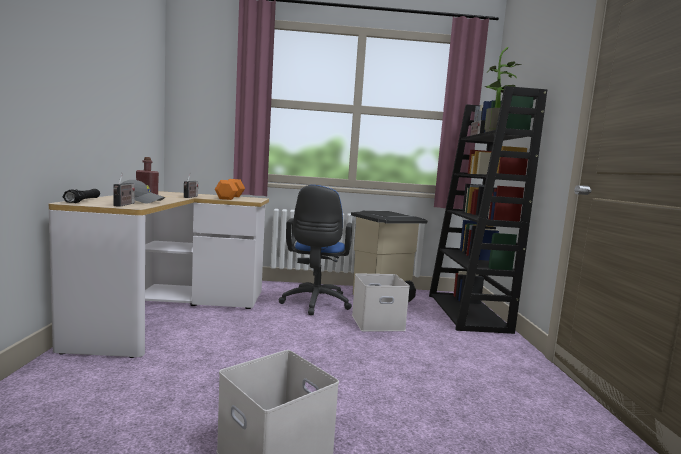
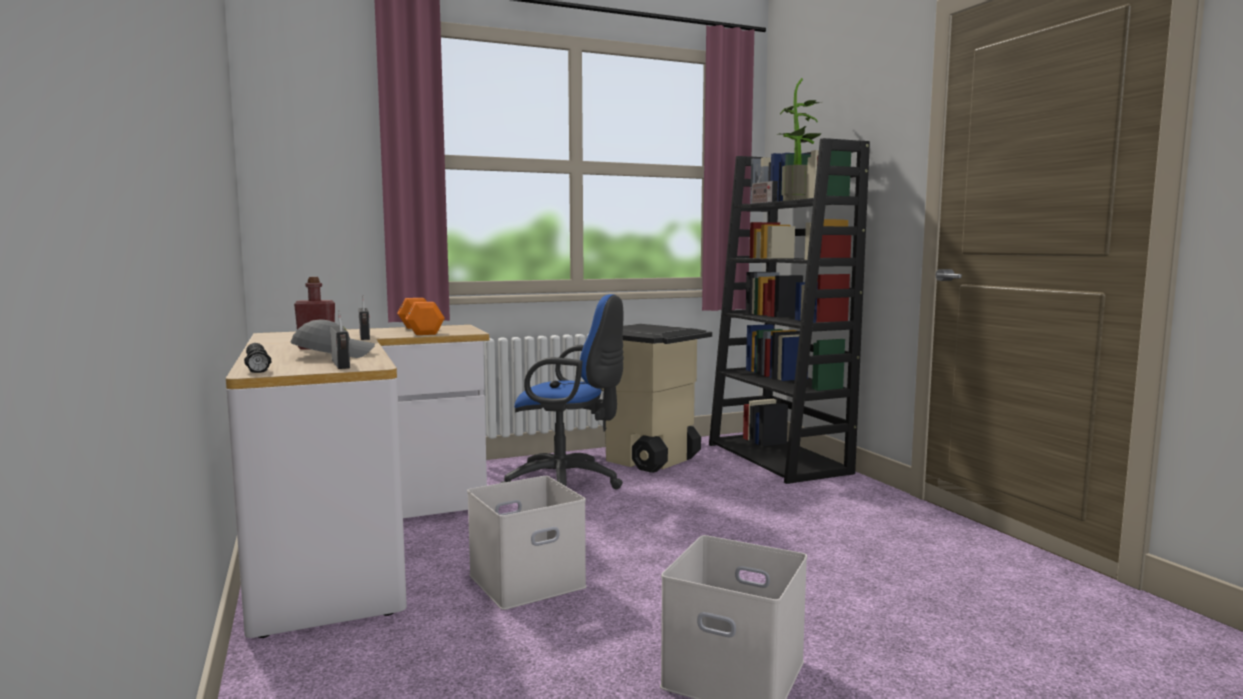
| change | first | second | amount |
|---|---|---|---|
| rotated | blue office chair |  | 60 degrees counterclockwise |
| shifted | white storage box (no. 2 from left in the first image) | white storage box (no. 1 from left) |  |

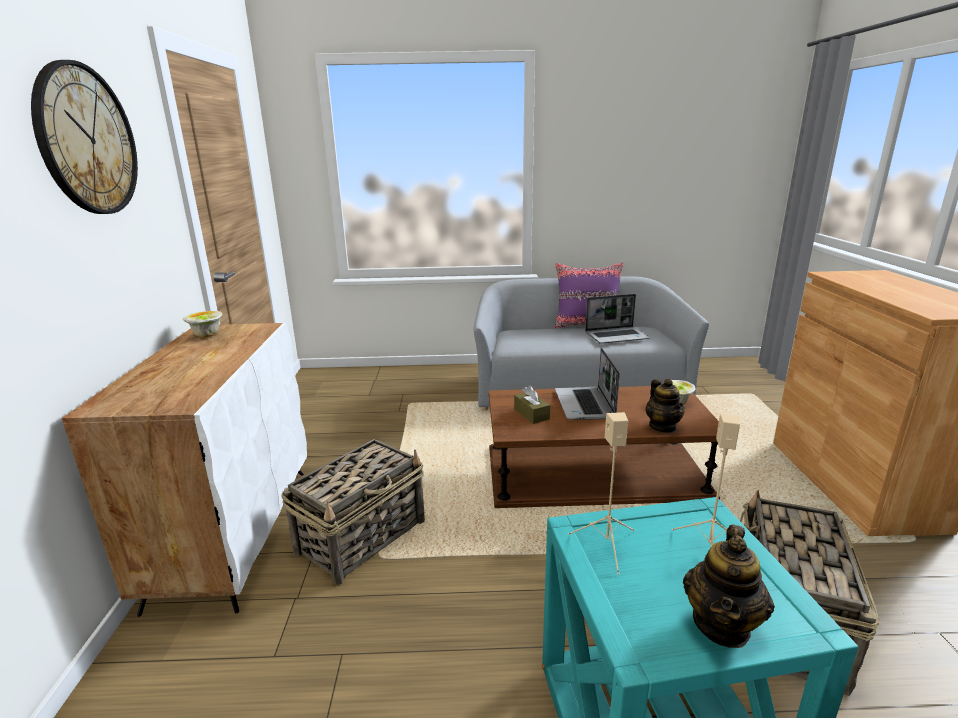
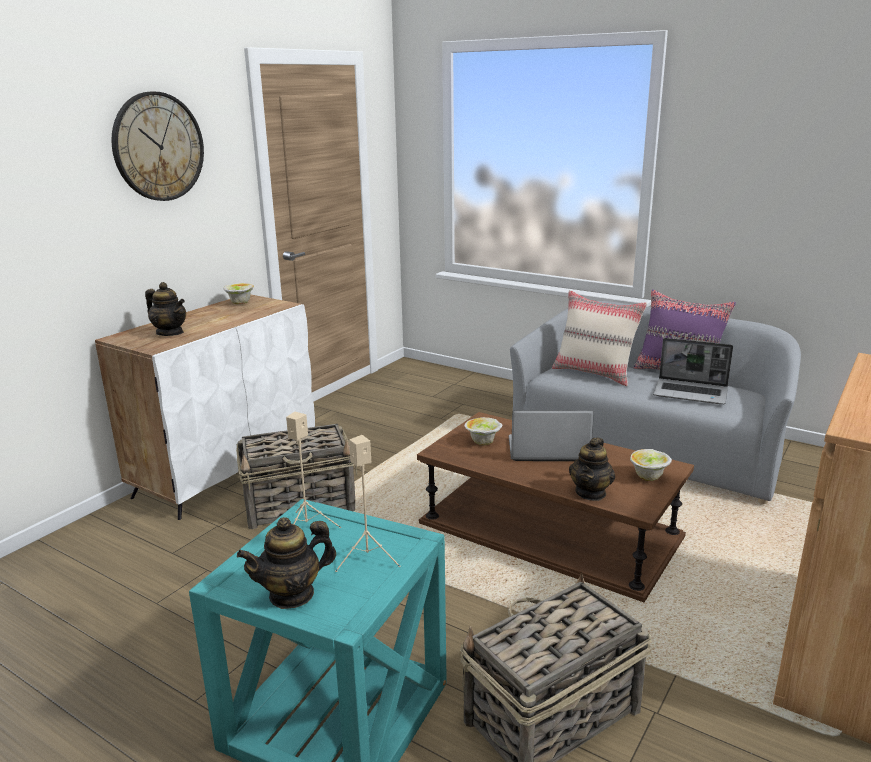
| change | first | second | amount |
|---|---|---|---|
| rotated | laptop (no. 1 from left) |  | 60 degrees clockwise |
| swapped | brown tissue box | bowl (no. 2 from left) |  |
| new |  | teapot (no. 1 from left) |  |
| new |  | beige pillow |  |

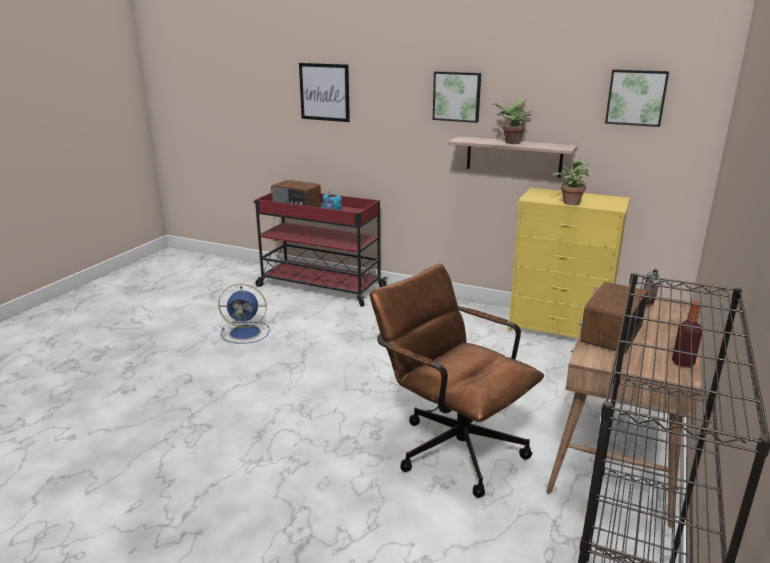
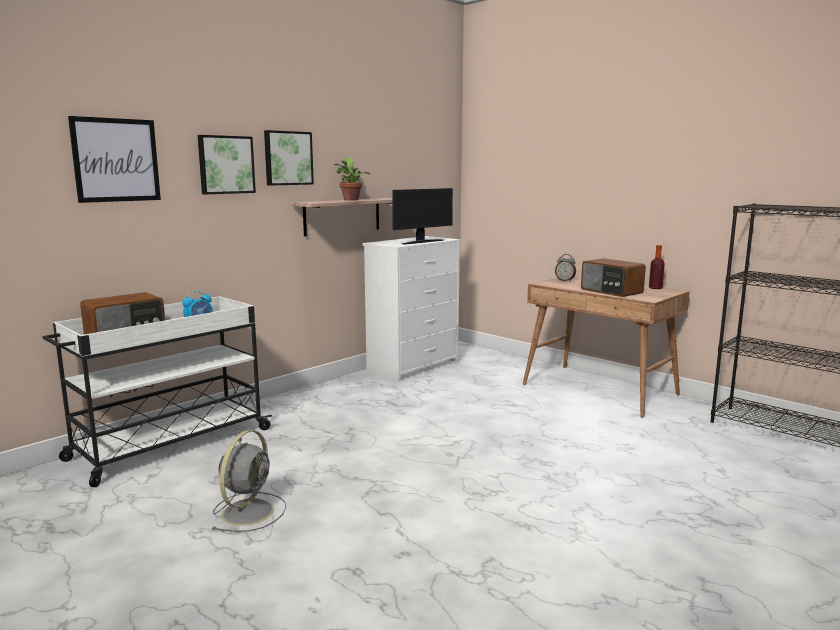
| change | first | second | amount |
|---|---|---|---|
| shifted | picture (no. 3 from left in the first image) | picture (no. 2 from left) |  |
| swapped | potted plant (no. 2 from left) | monitor |  |
| repainted | yellow dresser | white dresser |  |
| repainted | red cart | white cart |  |
| gone | brown office chair |  |  |
| repainted | blue fan | grey fan |  |

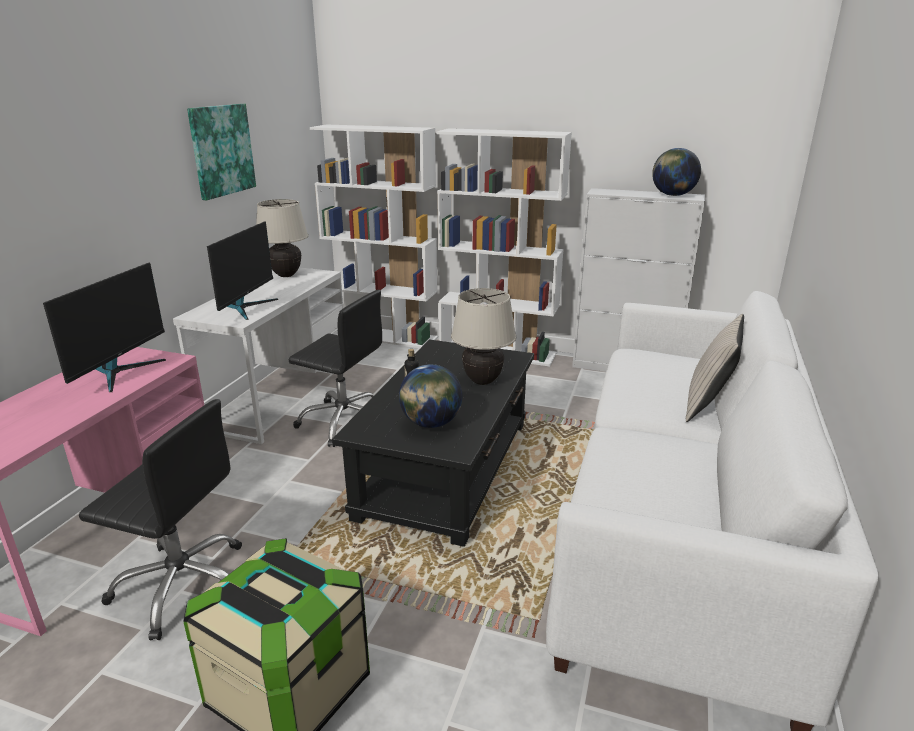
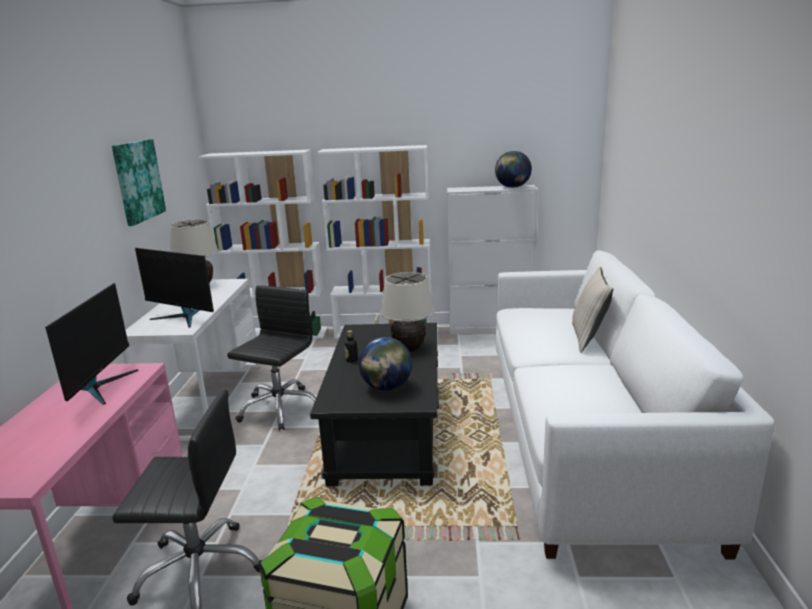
| change | first | second | amount |
|---|---|---|---|
| rotated | monitor (no. 2 from left) |  | 120 degrees clockwise |
| rotated | black office chair (no. 2 from left) |  | 75 degrees counterclockwise |

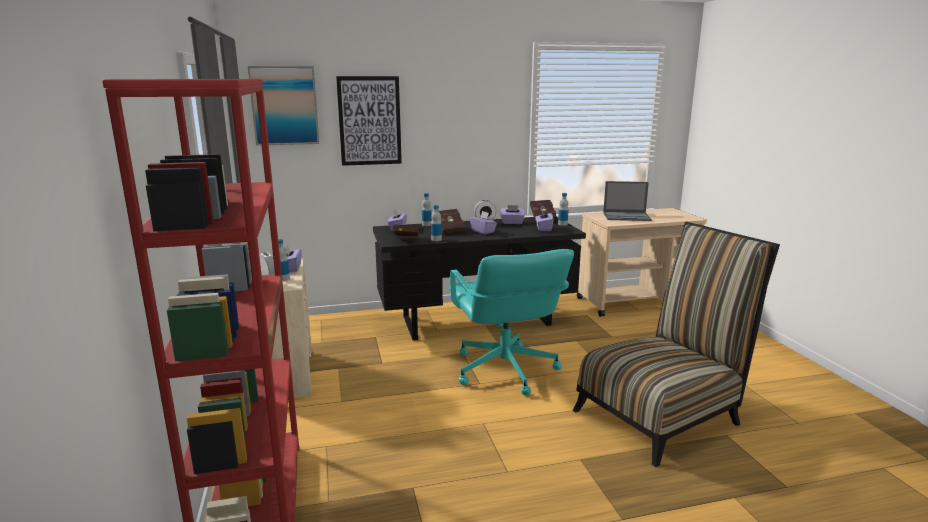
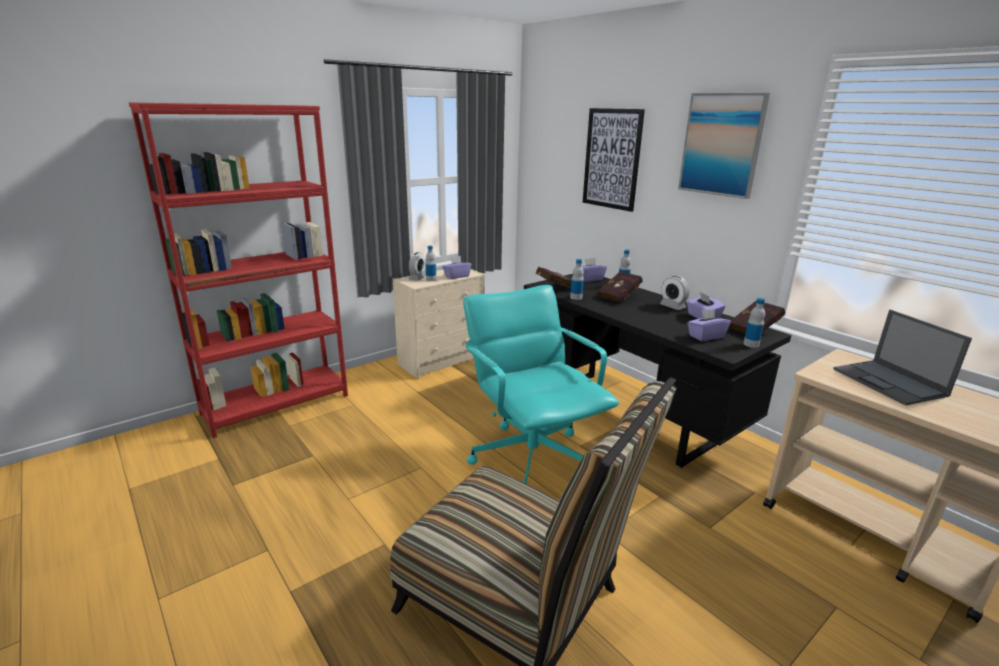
| change | first | second | amount |
|---|---|---|---|
| shifted | picture (no. 1 from left in the first image) | picture (no. 2 from left) |  |
| gone | purple tissue box (no. 3 from left) |  |  |
| rotated | turquoise office chair |  | 105 degrees clockwise |

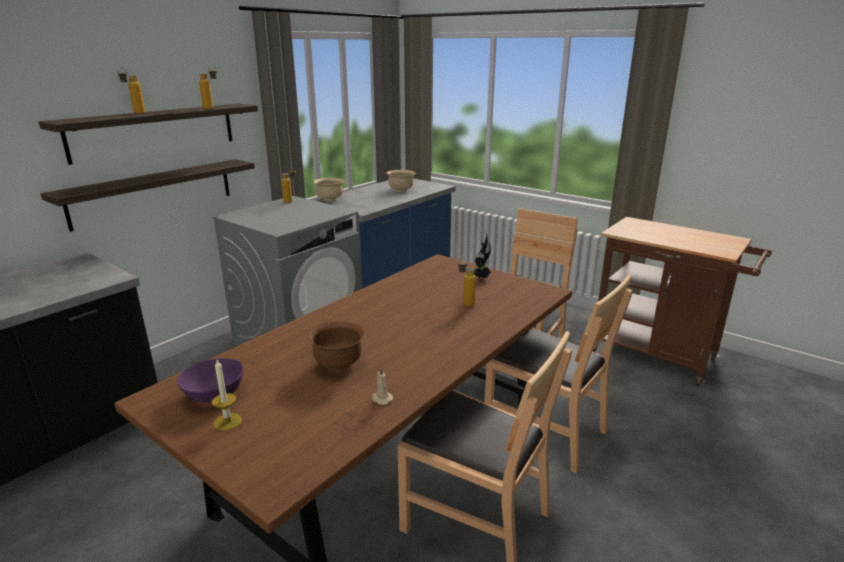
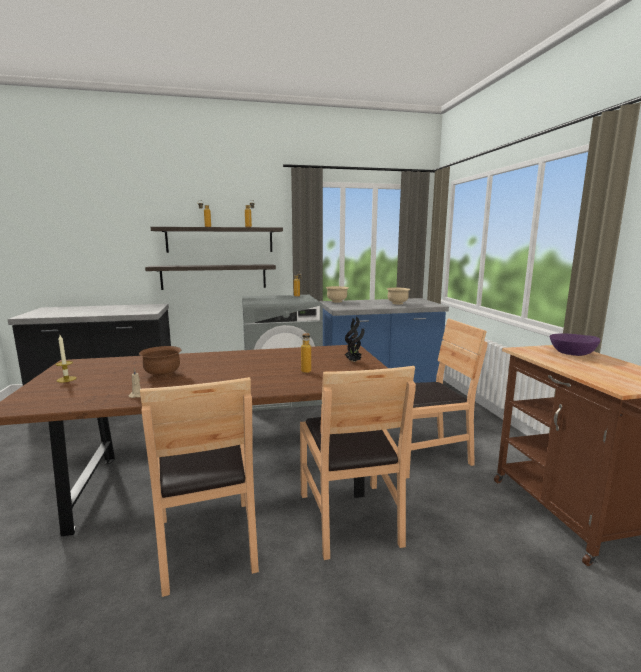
| change | first | second | amount |
|---|---|---|---|
| shifted | purple bowl |  |  |

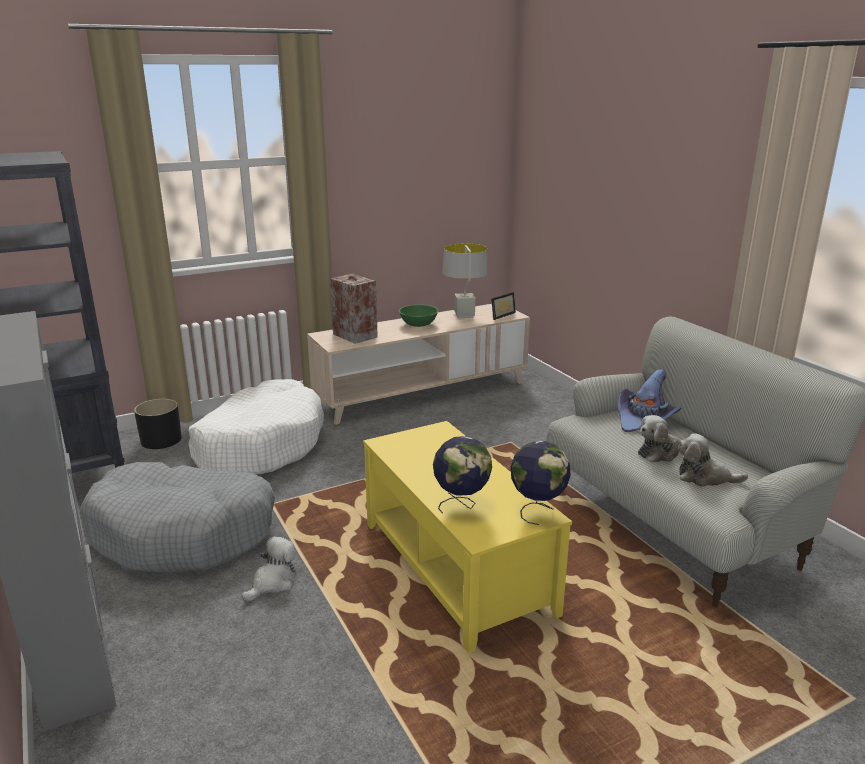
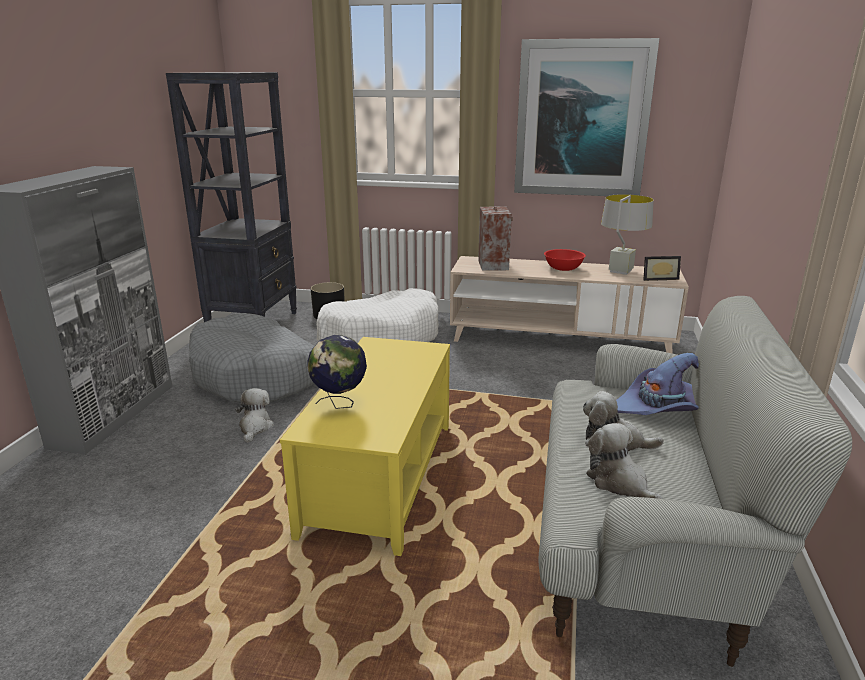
| change | first | second | amount |
|---|---|---|---|
| repainted | green bowl | red bowl |  |
| gone | globe (no. 2 from left) |  |  |
| rotated | plush toy (no. 1 from left) |  | 75 degrees counterclockwise |
| new |  | picture |  |

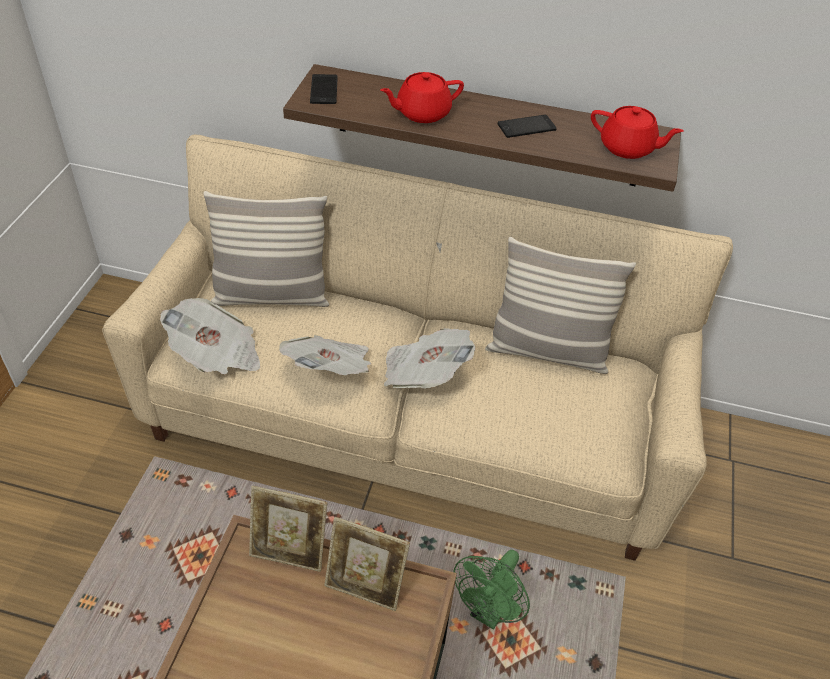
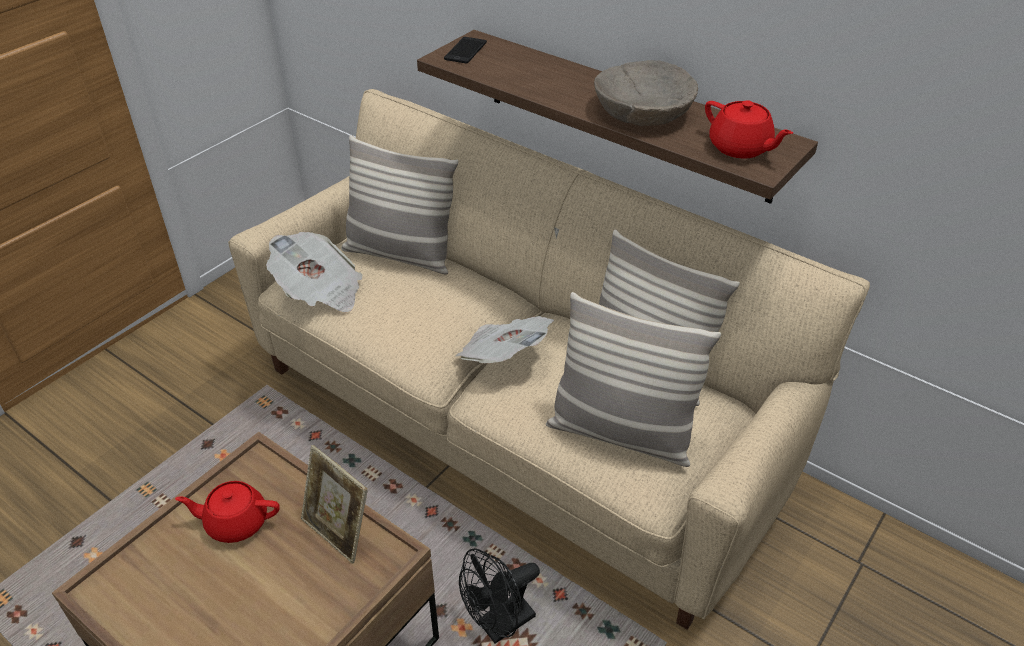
| change | first | second | amount |
|---|---|---|---|
| shifted | red teapot (no. 1 from left) |  |  |
| swapped | phone (no. 2 from left) | beige bowl |  |
| gone | newspaper (no. 2 from left) |  |  |
| gone | picture frame (no. 1 from left) |  |  |
| repainted | green fan | black fan |  |
| new |  | pillow (no. 2 from left) |  |

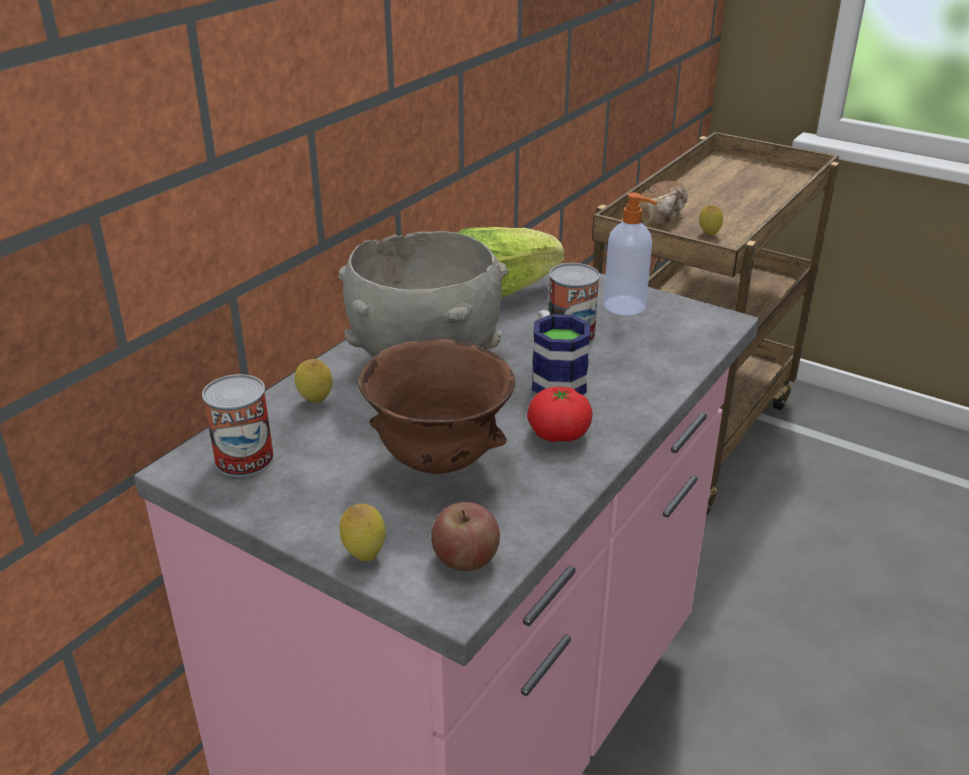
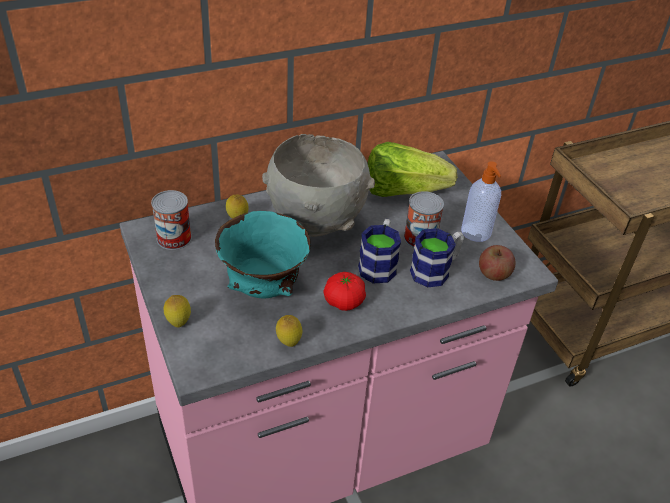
| change | first | second | amount |
|---|---|---|---|
| gone | bread |  |  |
| shifted | lemon (no. 3 from left) |  |  |
| repainted | brown bowl | turquoise bowl |  |
| shifted | apple |  |  |
| new |  | mug (no. 2 from left) |  |

